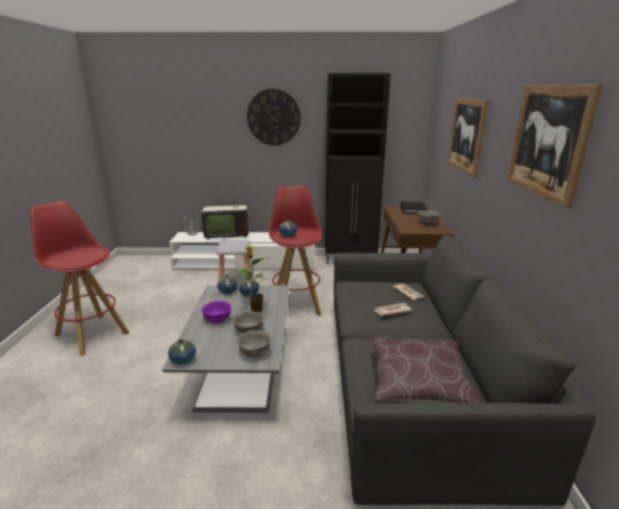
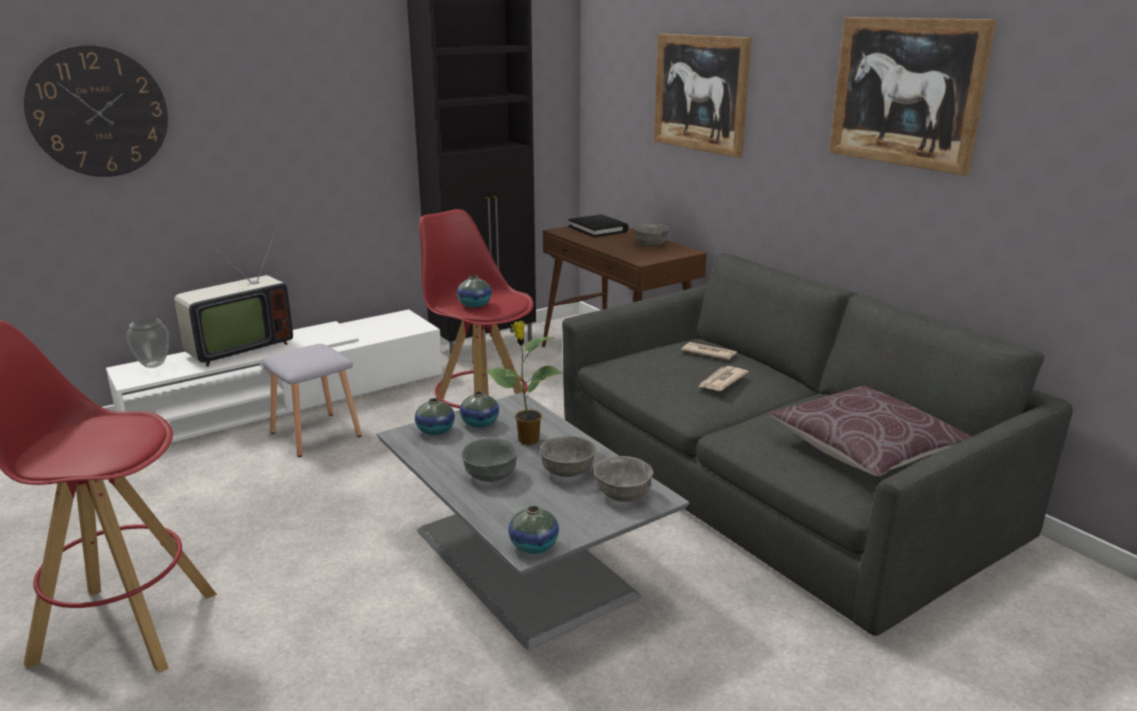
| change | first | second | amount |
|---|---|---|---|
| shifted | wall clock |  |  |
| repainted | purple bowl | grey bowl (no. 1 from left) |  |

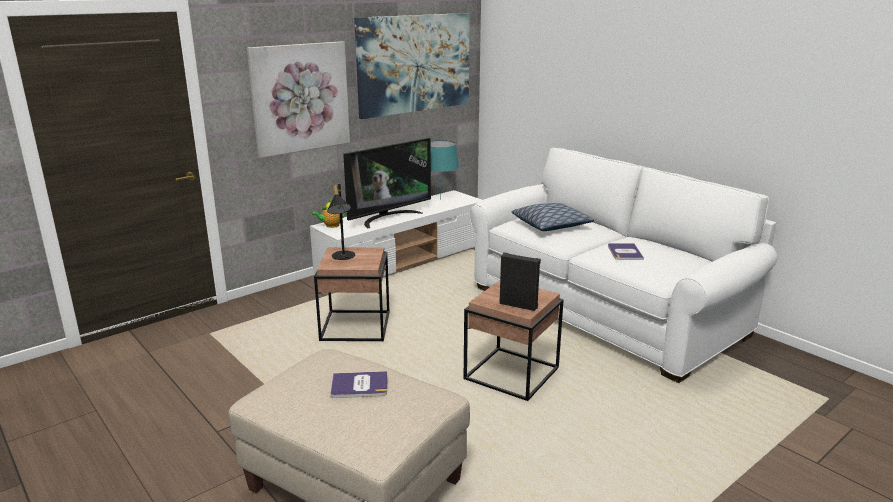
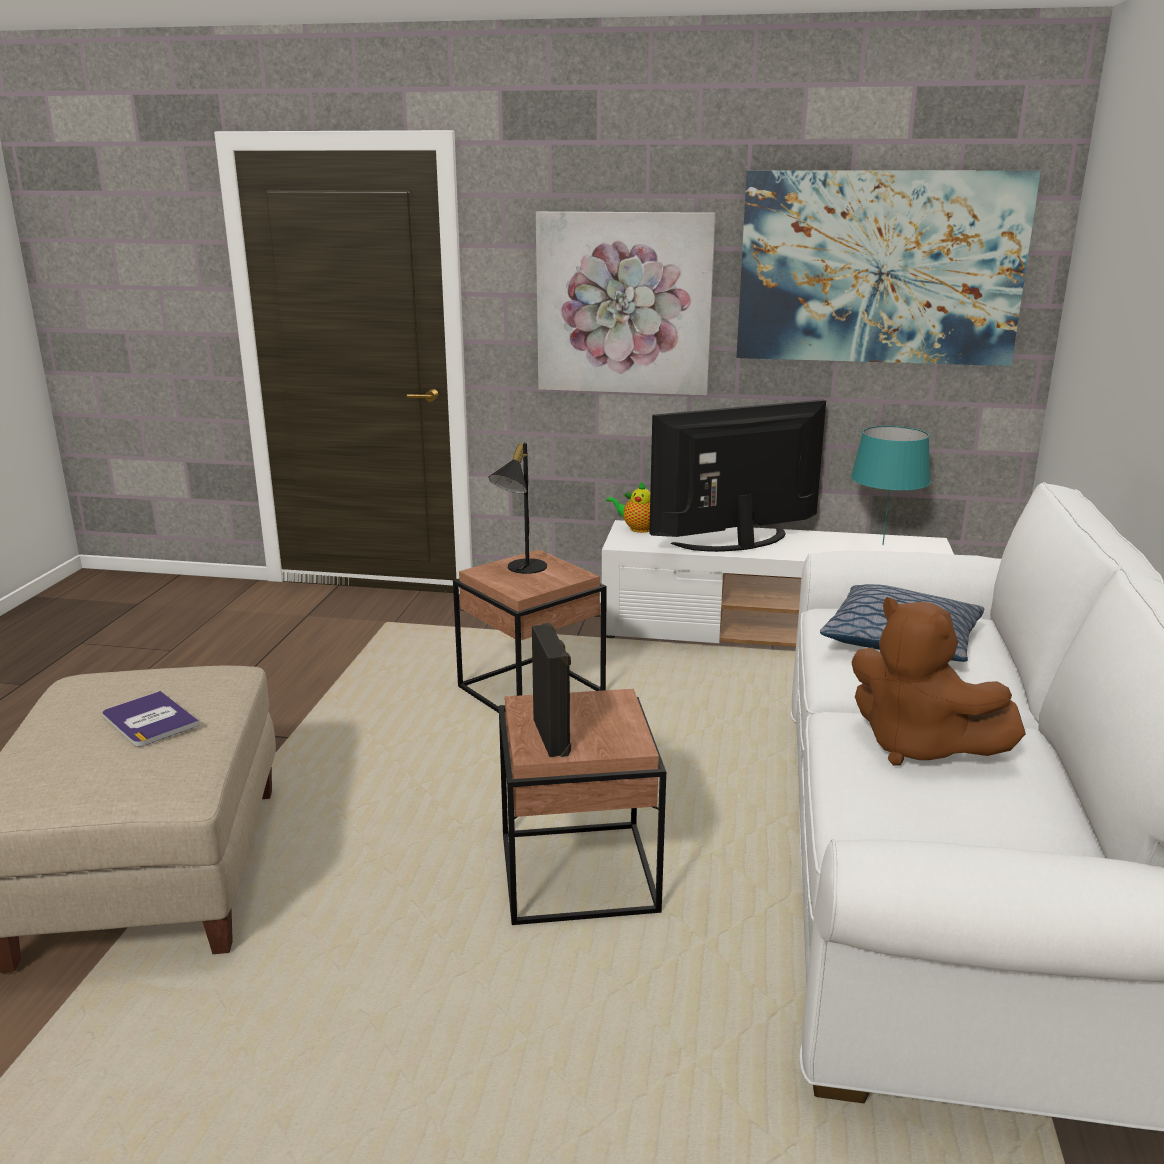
| change | first | second | amount |
|---|---|---|---|
| rotated | television |  | 150 degrees clockwise |
| swapped | book (no. 2 from left) | brown plush toy |  |

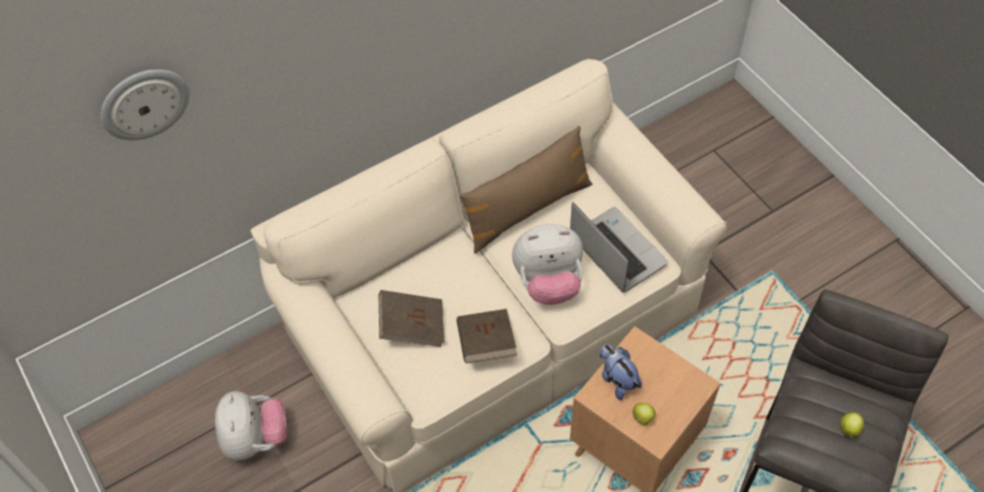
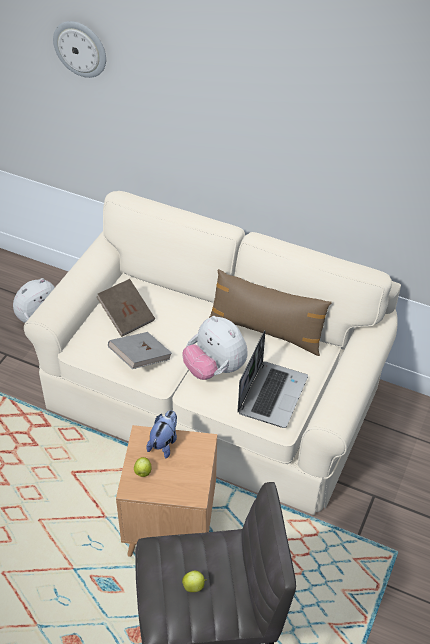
| change | first | second | amount |
|---|---|---|---|
| repainted | brown book (no. 2 from left) | grey book |  |

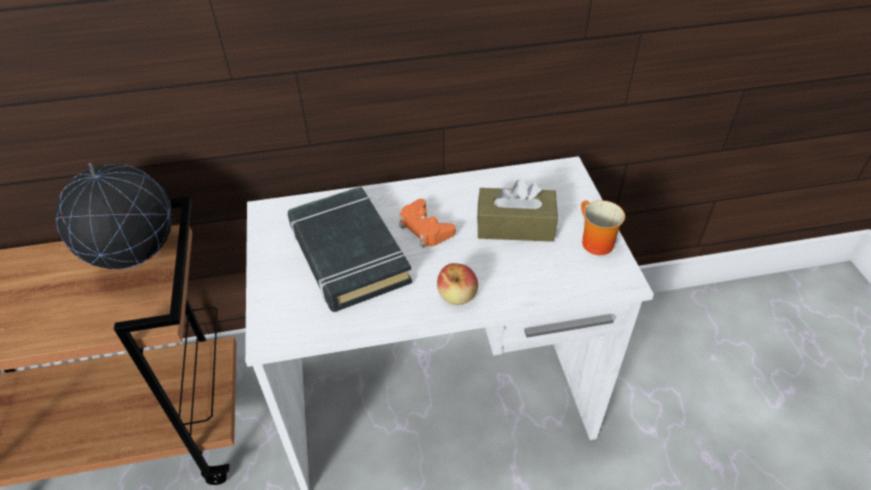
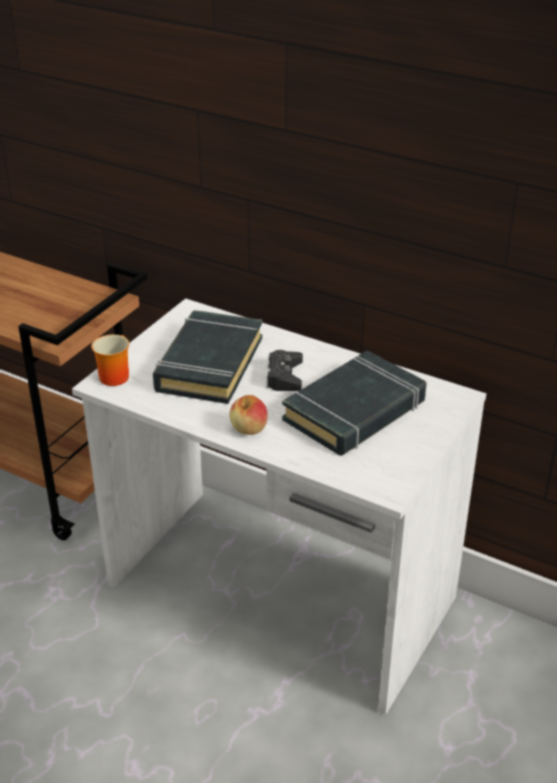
| change | first | second | amount |
|---|---|---|---|
| gone | globe |  |  |
| swapped | brown tissue box | black book (no. 2 from left) |  |
| repainted | orange game controller | black game controller |  |
| shifted | mug |  |  |

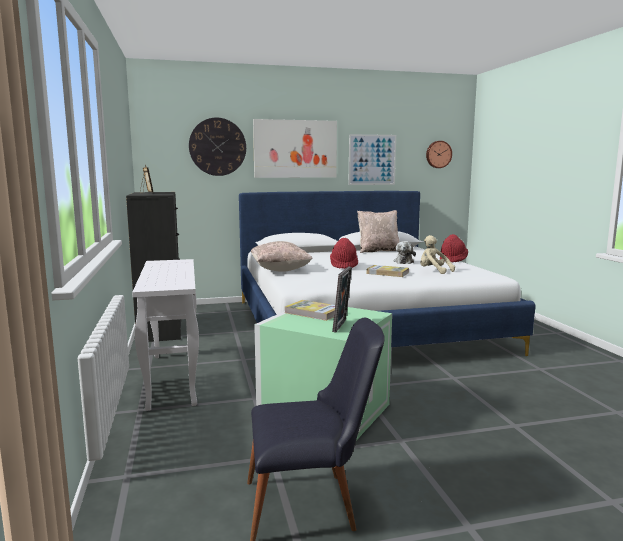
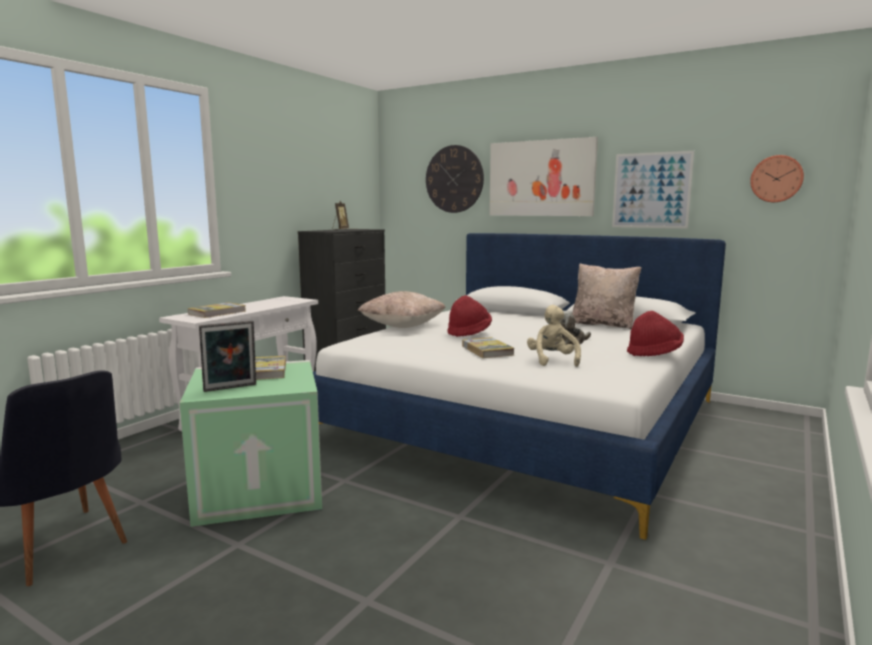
| change | first | second | amount |
|---|---|---|---|
| new |  | book (no. 1 from left) |  |

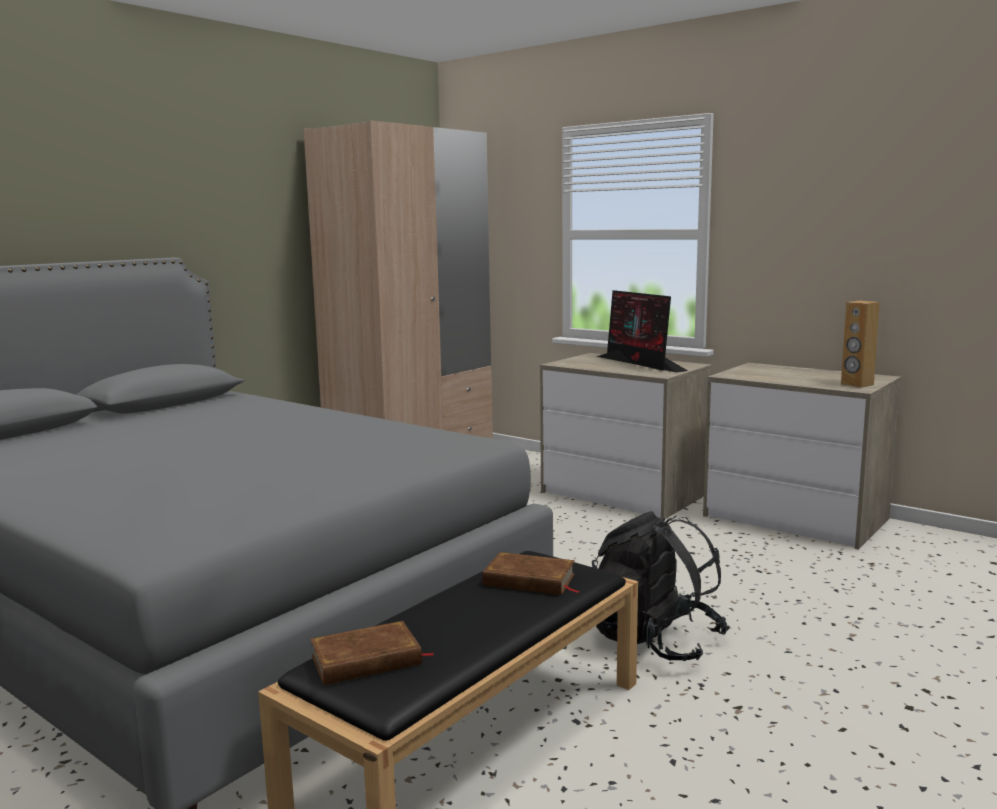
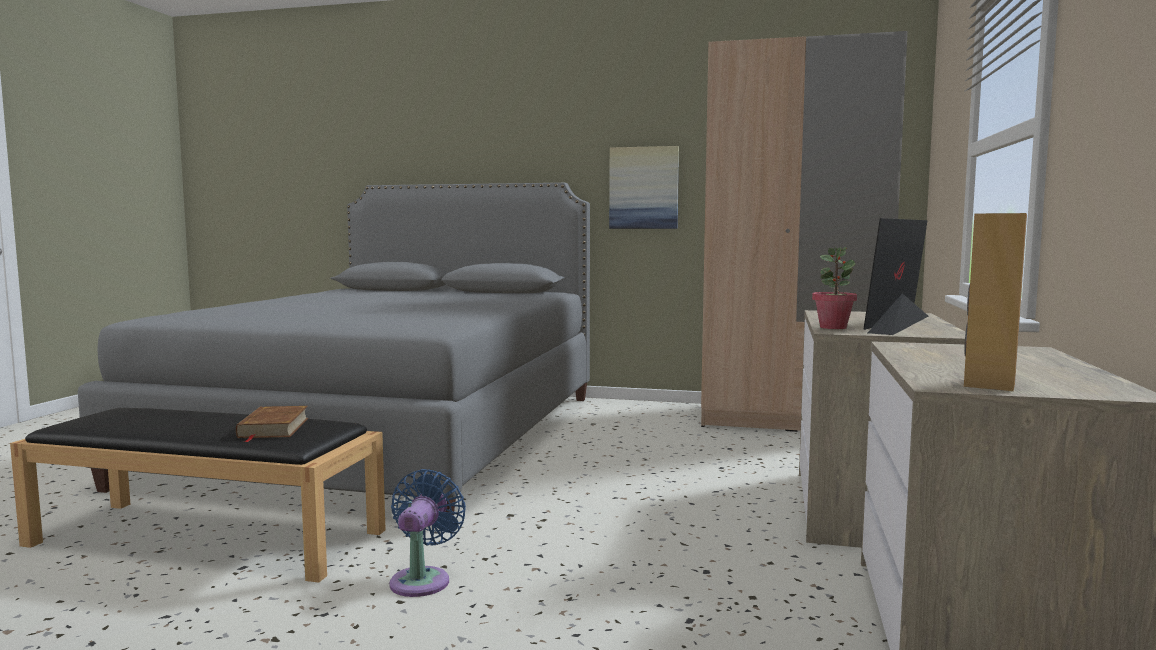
| change | first | second | amount |
|---|---|---|---|
| swapped | black backpack | blue fan |  |
| gone | brown book (no. 1 from left) |  |  |
| new |  | picture |  |
| new |  | potted plant |  |

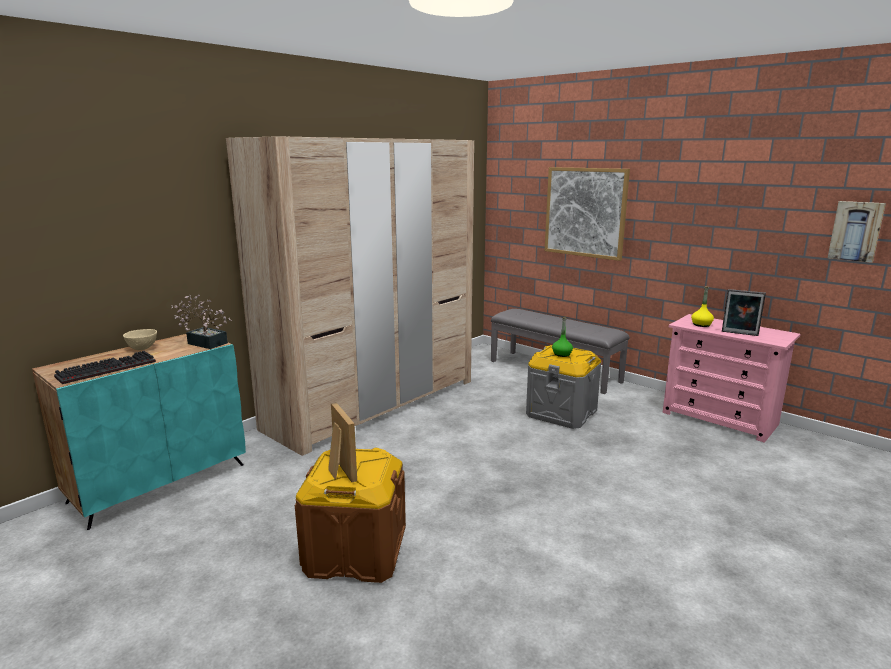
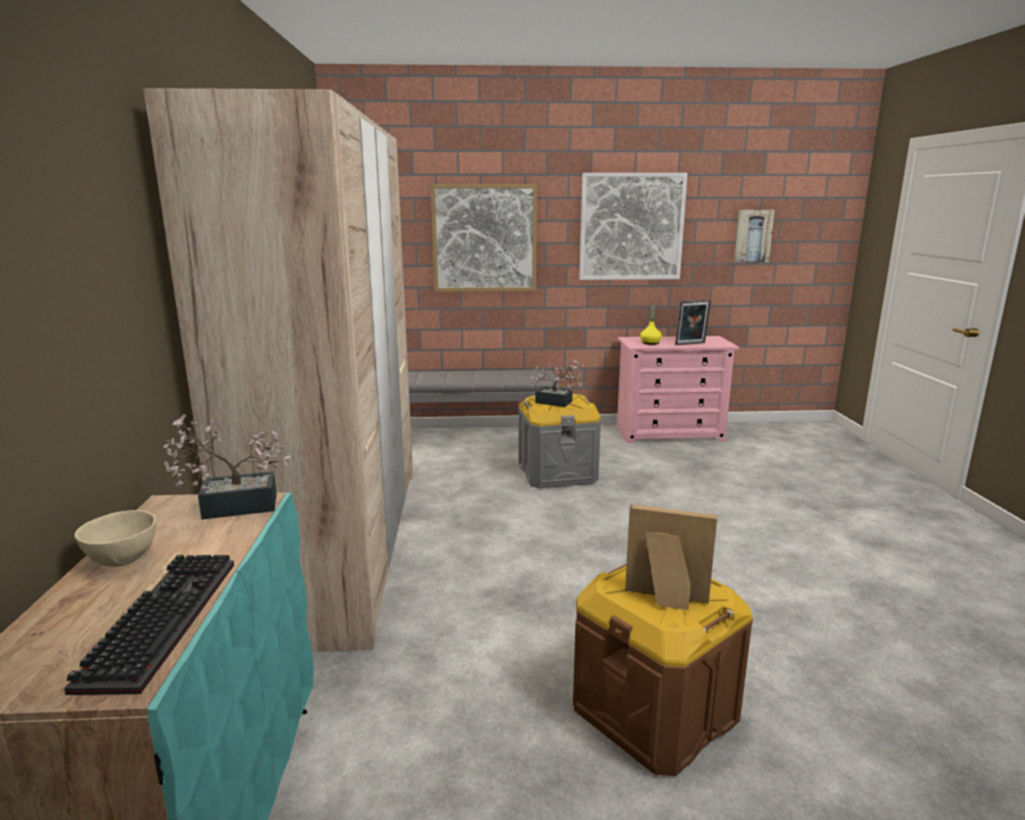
| change | first | second | amount |
|---|---|---|---|
| swapped | green bottle | potted plant (no. 2 from left) |  |
| new |  | picture (no. 2 from left) |  |

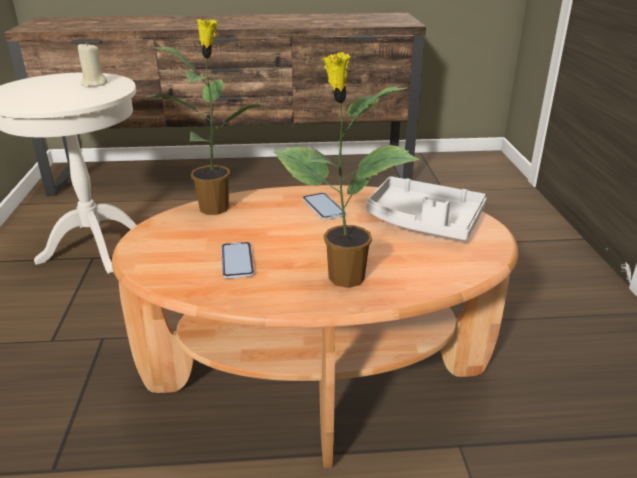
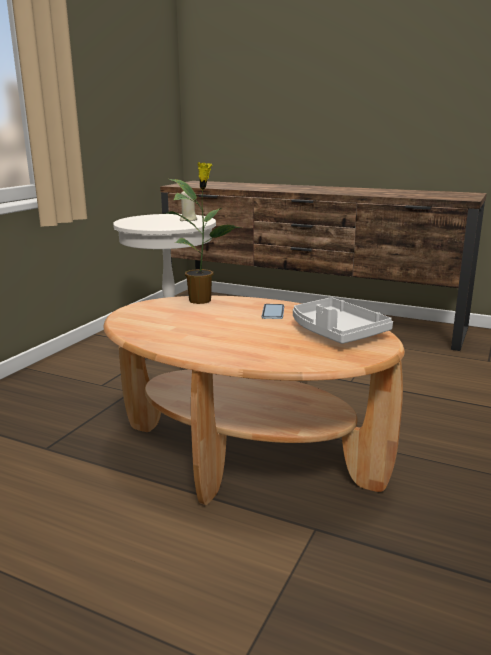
| change | first | second | amount |
|---|---|---|---|
| gone | potted plant (no. 2 from left) |  |  |
| gone | phone (no. 1 from left) |  |  |

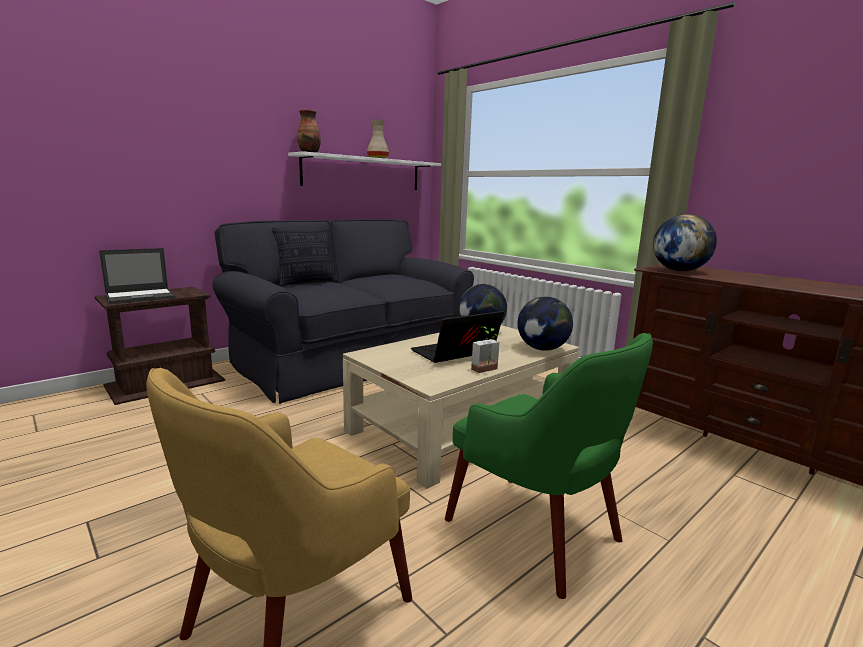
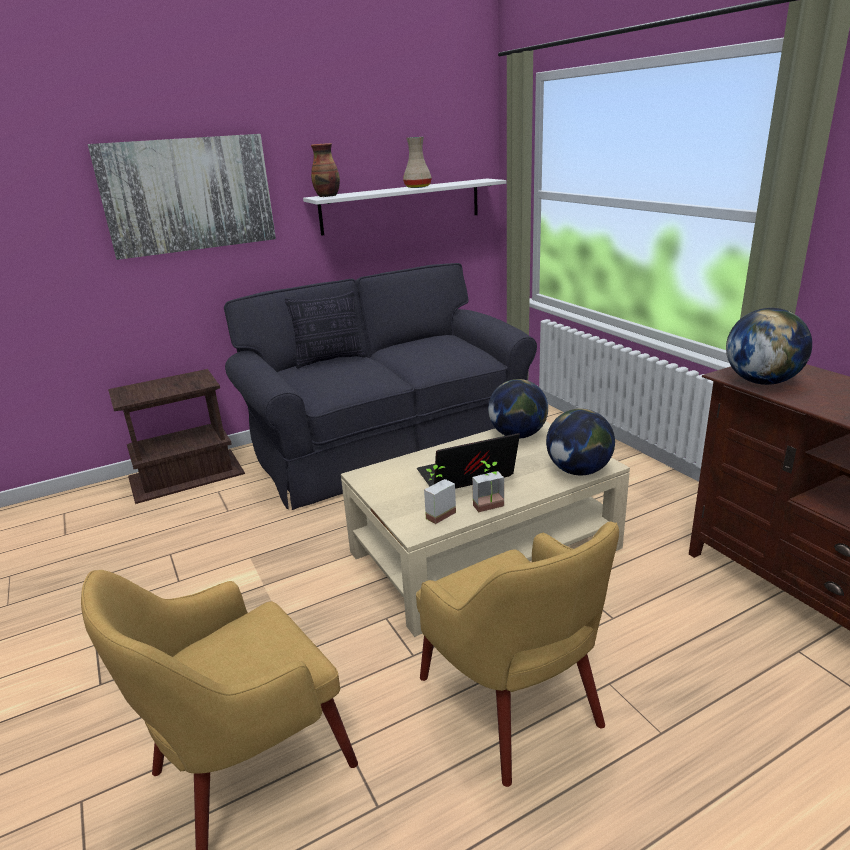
| change | first | second | amount |
|---|---|---|---|
| gone | laptop (no. 1 from left) |  |  |
| repainted | green armchair | yellow armchair (no. 2 from left) |  |
| new |  | picture |  |
| new |  | potted plant (no. 1 from left) |  |

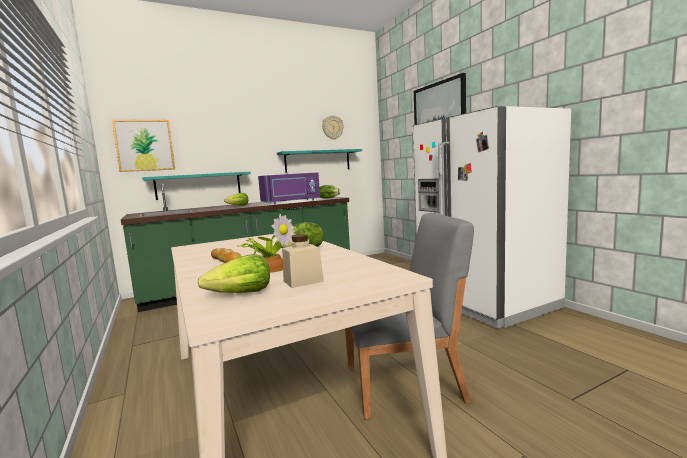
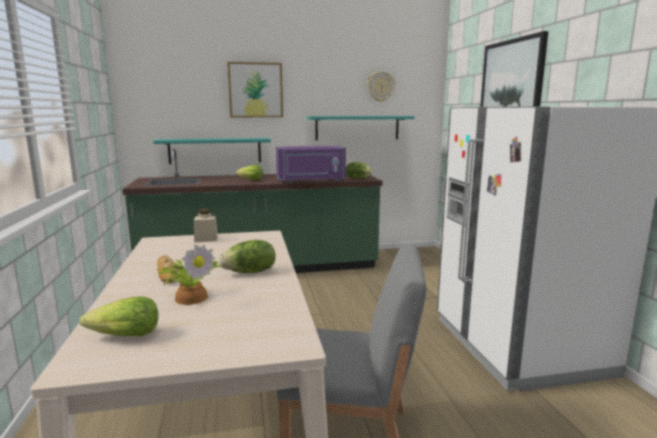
| change | first | second | amount |
|---|---|---|---|
| shifted | picture (no. 1 from left) |  |  |
| shifted | beige jar |  |  |

